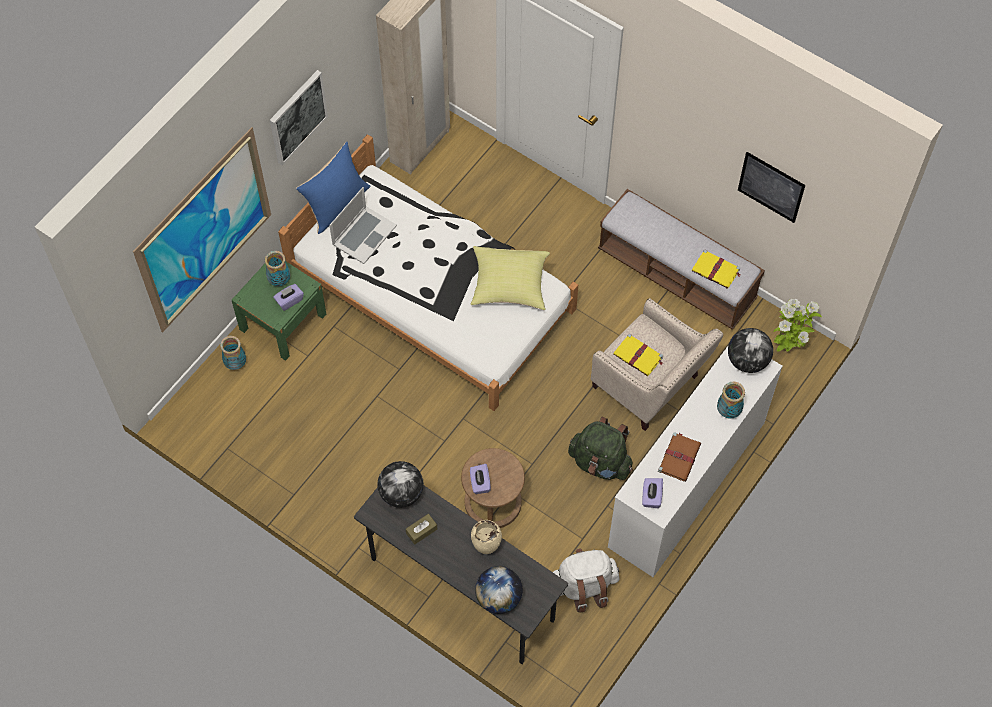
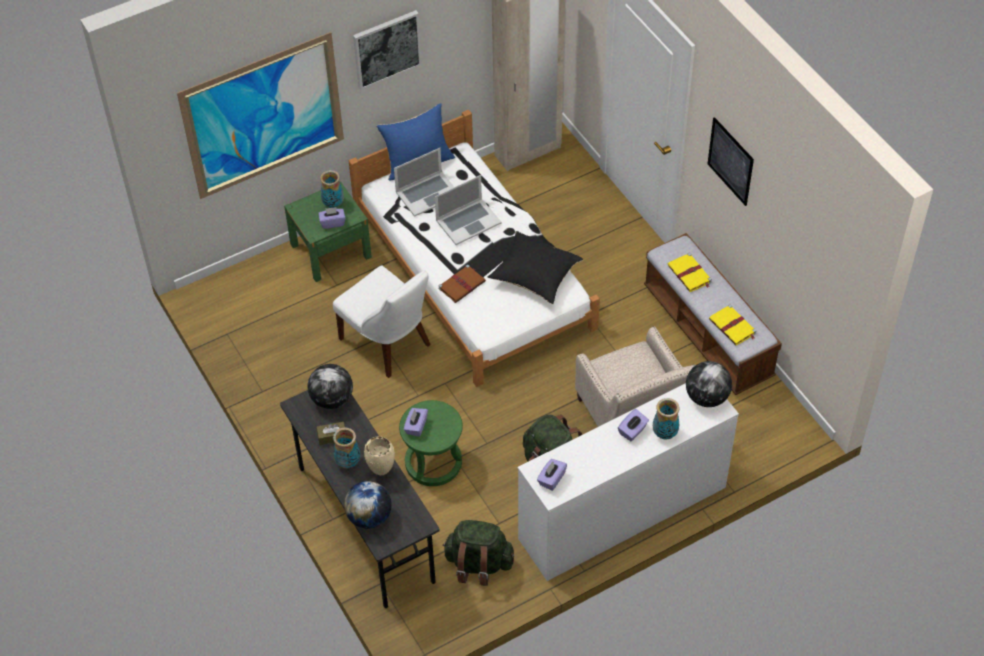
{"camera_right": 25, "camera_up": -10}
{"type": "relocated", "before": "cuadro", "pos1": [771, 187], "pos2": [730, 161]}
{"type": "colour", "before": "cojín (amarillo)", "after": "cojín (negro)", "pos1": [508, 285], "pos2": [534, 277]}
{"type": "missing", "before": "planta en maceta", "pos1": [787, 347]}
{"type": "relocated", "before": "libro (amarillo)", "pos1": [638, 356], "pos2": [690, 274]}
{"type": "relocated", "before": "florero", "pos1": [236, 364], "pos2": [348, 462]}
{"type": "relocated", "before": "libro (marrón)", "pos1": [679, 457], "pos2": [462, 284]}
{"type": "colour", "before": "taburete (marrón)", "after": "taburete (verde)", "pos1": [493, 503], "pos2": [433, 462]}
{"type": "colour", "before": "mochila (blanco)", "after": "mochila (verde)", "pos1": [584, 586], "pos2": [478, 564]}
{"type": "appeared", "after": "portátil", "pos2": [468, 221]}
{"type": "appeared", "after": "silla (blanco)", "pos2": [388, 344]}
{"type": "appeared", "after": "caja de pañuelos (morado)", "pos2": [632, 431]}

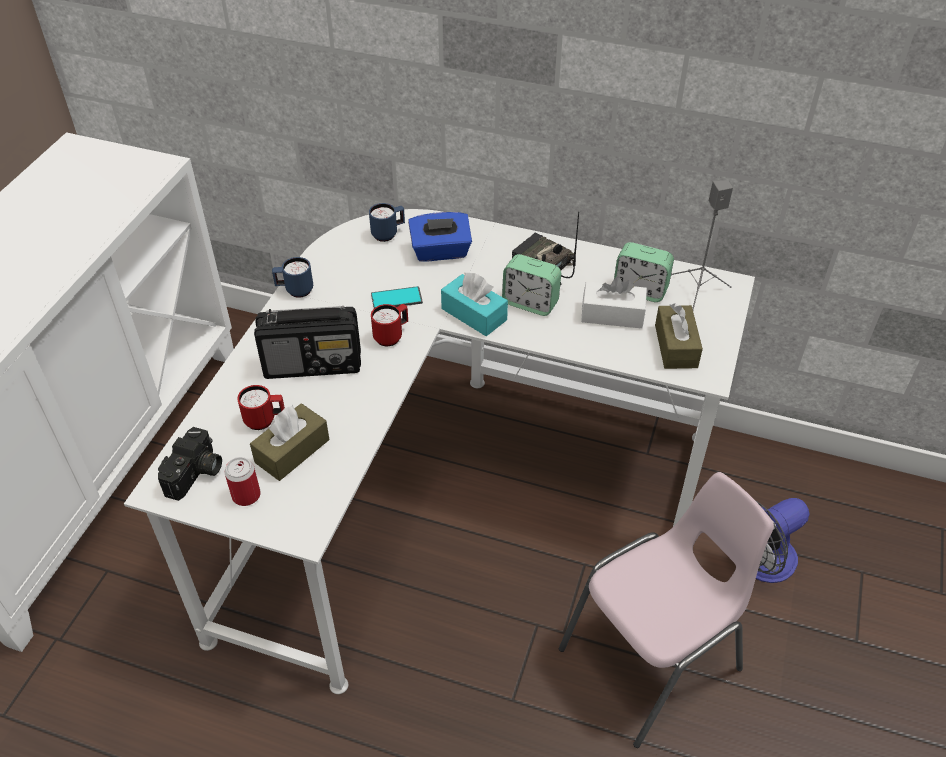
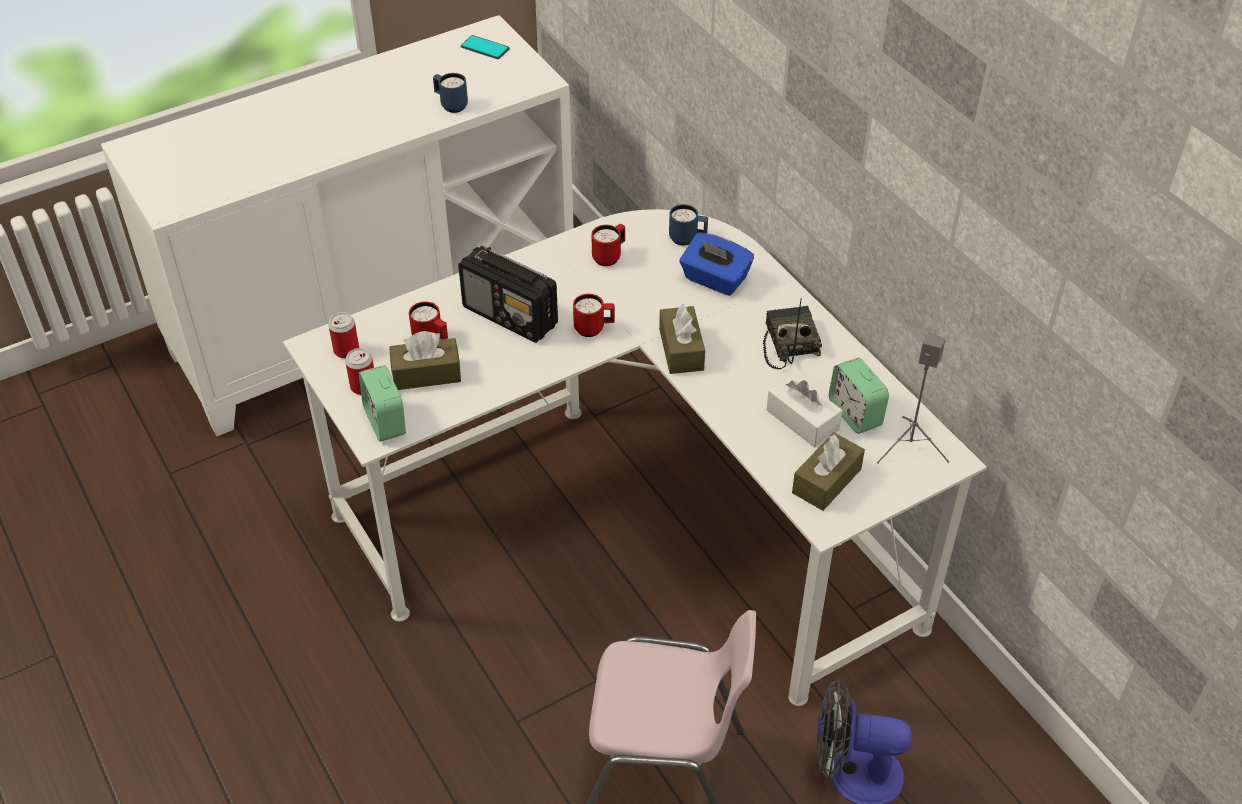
{"camera_right": 40, "camera_up": 0}
{"type": "relocated", "before": "despertador", "pos1": [530, 303], "pos2": [385, 422]}
{"type": "relocated", "before": "taza grande (azul)", "pos1": [295, 291], "pos2": [451, 105]}
{"type": "colour", "before": "caja de pañuelos (turquesa)", "after": "caja de pañuelos (marrón)", "pos1": [474, 314], "pos2": [681, 349]}
{"type": "relocated", "before": "móvil", "pos1": [396, 298], "pos2": [485, 48]}
{"type": "exchanged", "before": "cámara", "after": "lata", "pos1": [196, 474], "pos2": [346, 350]}
{"type": "appeared", "after": "taza grande (rojo)", "pos2": [609, 256]}

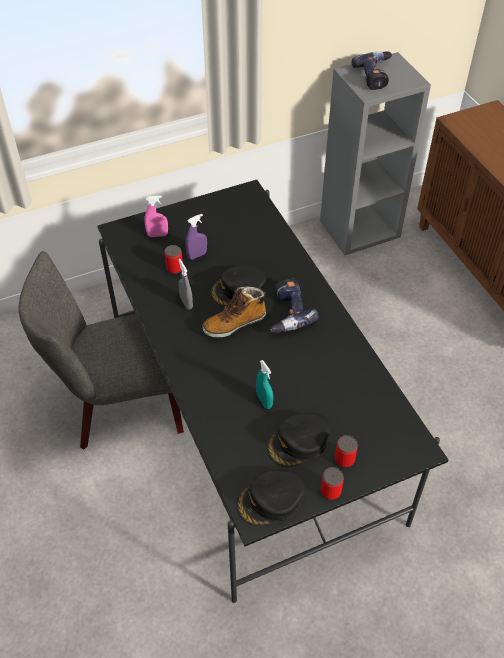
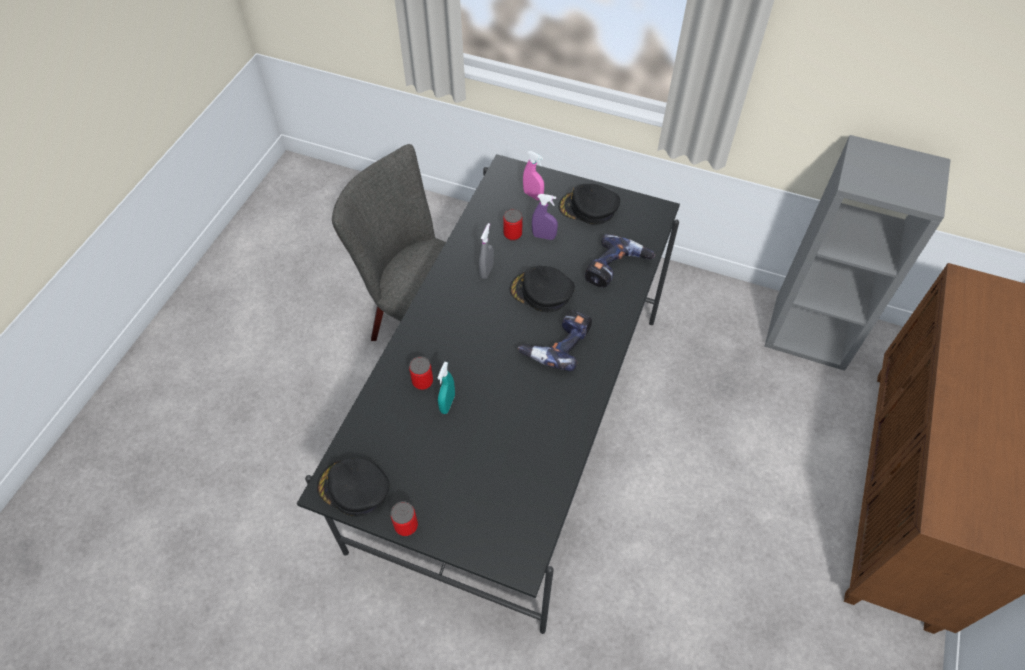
{"camera_right": 45, "camera_up": 5}
{"type": "relocated", "before": "taladro", "pos1": [376, 76], "pos2": [616, 269]}
{"type": "missing", "before": "bota", "pos1": [235, 323]}
{"type": "relocated", "before": "gorra (negro)", "pos1": [298, 443], "pos2": [588, 208]}
{"type": "relocated", "before": "lata", "pos1": [344, 459], "pos2": [422, 381]}

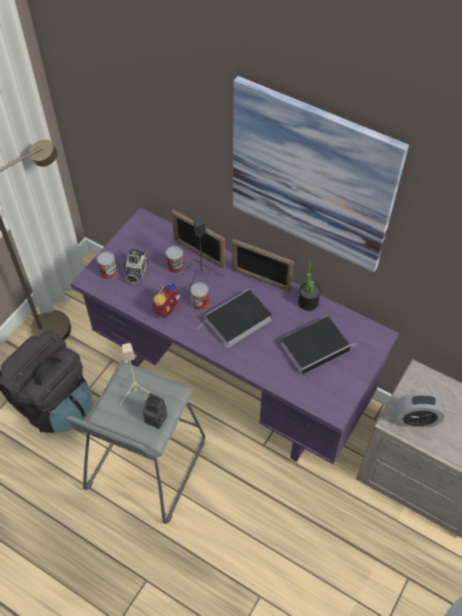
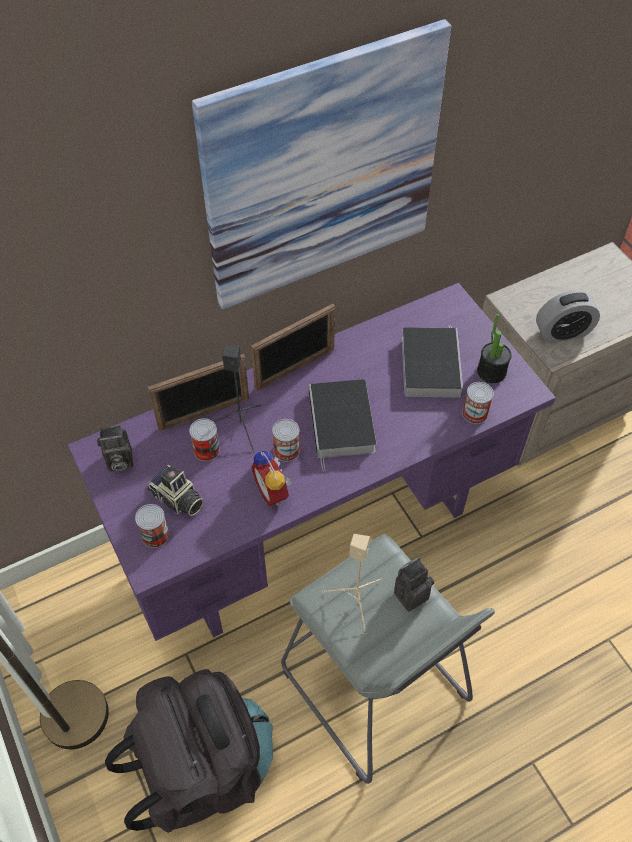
{"camera_right": -60, "camera_up": 0}
{"type": "relocated", "before": "planta en maceta", "pos1": [308, 302], "pos2": [491, 371]}
{"type": "spun", "before": "despertador", "pos1": [415, 419], "pos2": [562, 333], "turn": 45}
{"type": "appeared", "after": "lata", "pos2": [475, 413]}
{"type": "appeared", "after": "cámara", "pos2": [118, 462]}

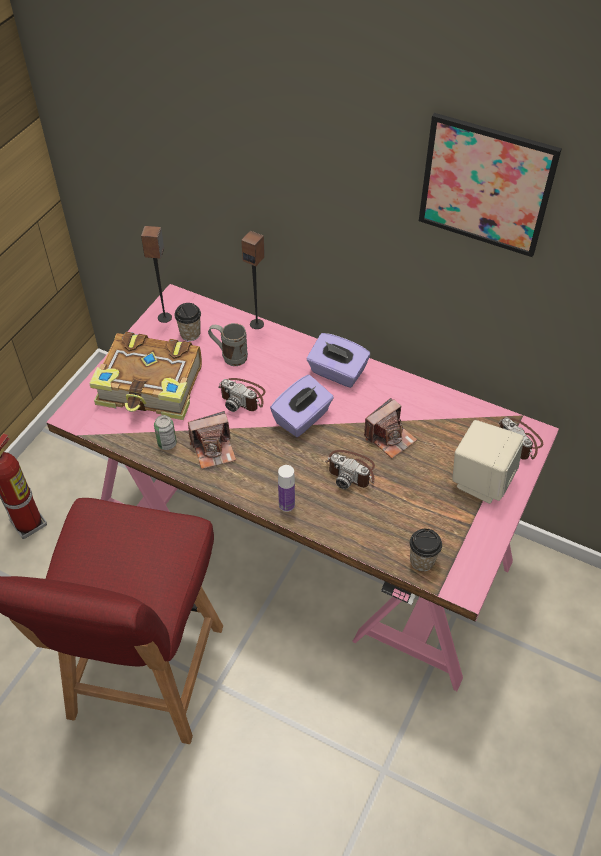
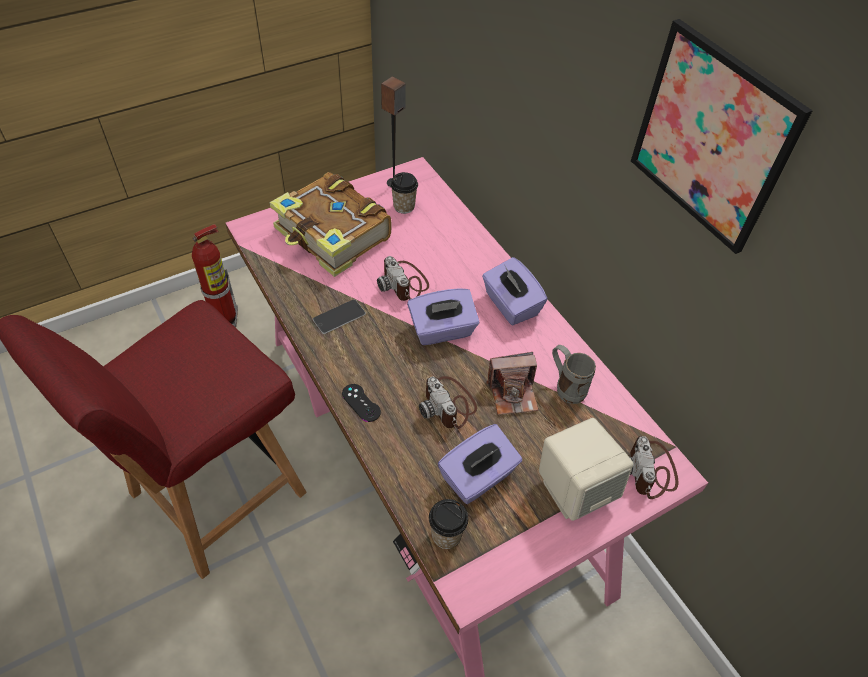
{"camera_right": 30, "camera_up": 0}
{"type": "missing", "before": "altavoz", "pos1": [257, 324]}
{"type": "relocated", "before": "taza grande (gris)", "pos1": [229, 356], "pos2": [565, 386]}
{"type": "exchanged", "before": "cámara", "after": "móvil", "pos1": [214, 449], "pos2": [339, 316]}
{"type": "missing", "before": "lata", "pos1": [167, 443]}
{"type": "exchanged", "before": "botella", "after": "mando de consola (negro)", "pos1": [286, 505], "pos2": [361, 403]}
{"type": "appeared", "after": "caja de pañuelos (morado)", "pos2": [478, 477]}

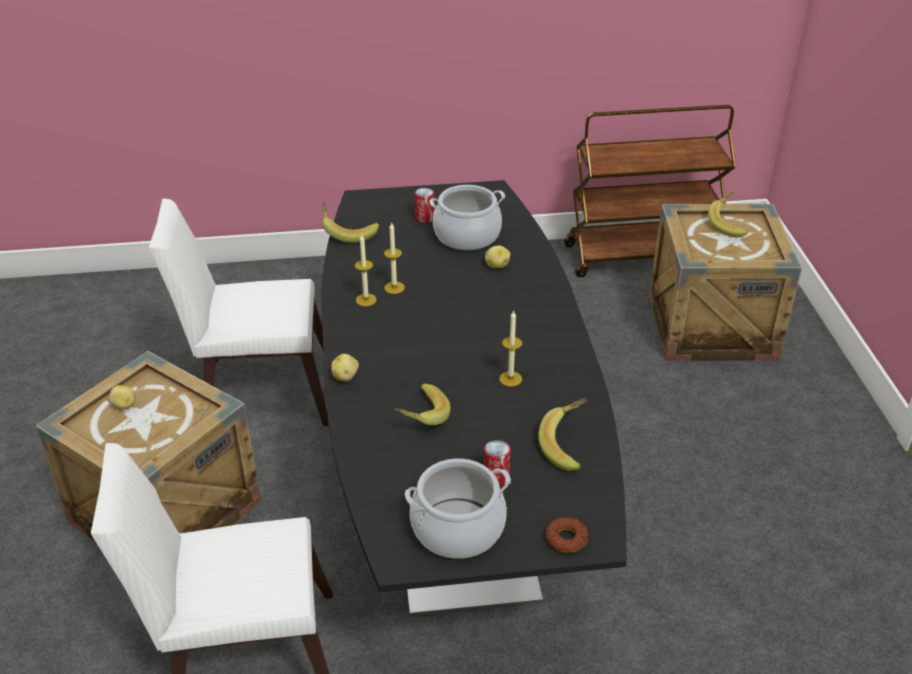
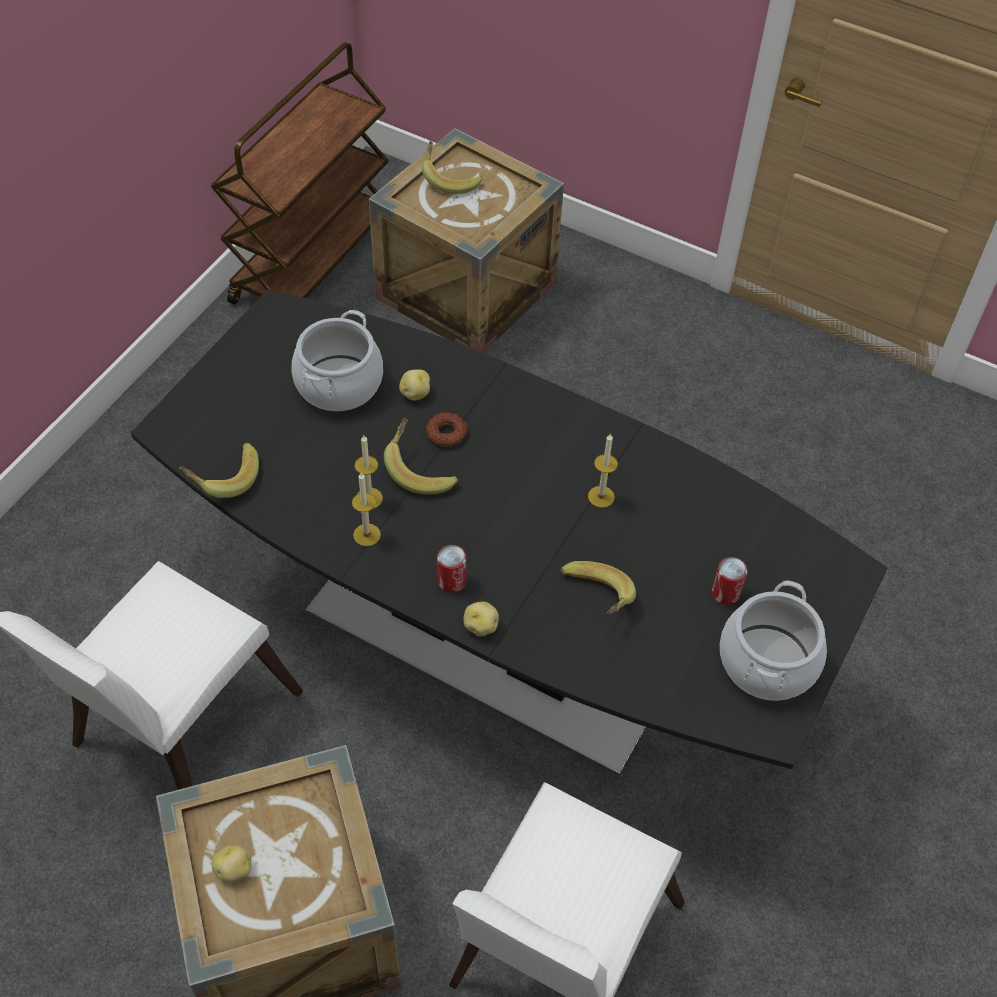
{"camera_right": -55, "camera_up": 15}
{"type": "relocated", "before": "lata", "pos1": [425, 218], "pos2": [451, 581]}
{"type": "relocated", "before": "plátano", "pos1": [569, 446], "pos2": [421, 469]}
{"type": "relocated", "before": "rosquilla", "pos1": [566, 538], "pos2": [446, 433]}

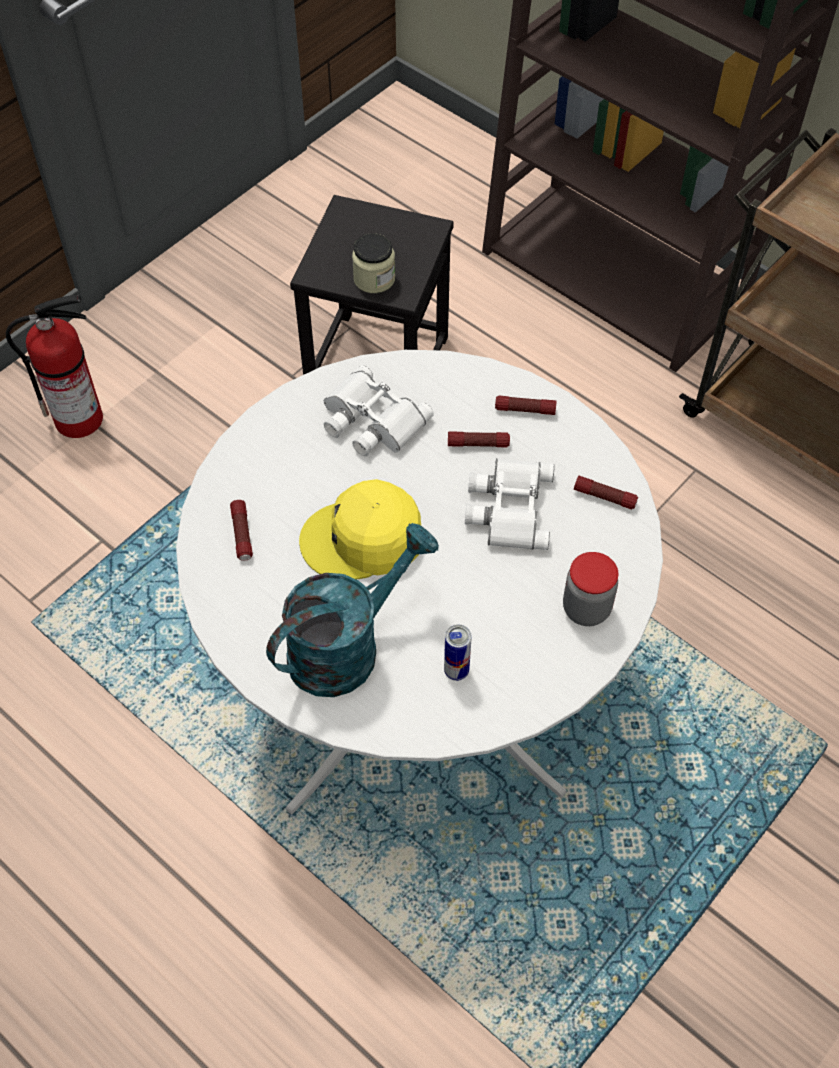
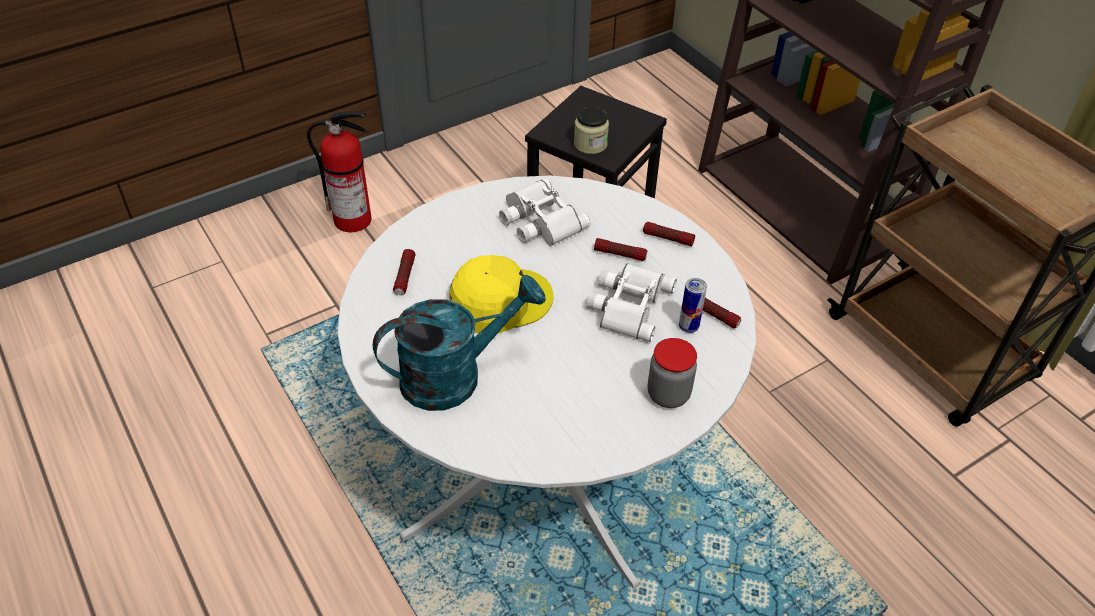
{"camera_right": 15, "camera_up": -10}
{"type": "spun", "before": "gorra (amarillo)", "pos1": [363, 539], "pos2": [500, 301], "turn": 150}
{"type": "relocated", "before": "lata", "pos1": [456, 671], "pos2": [688, 327]}

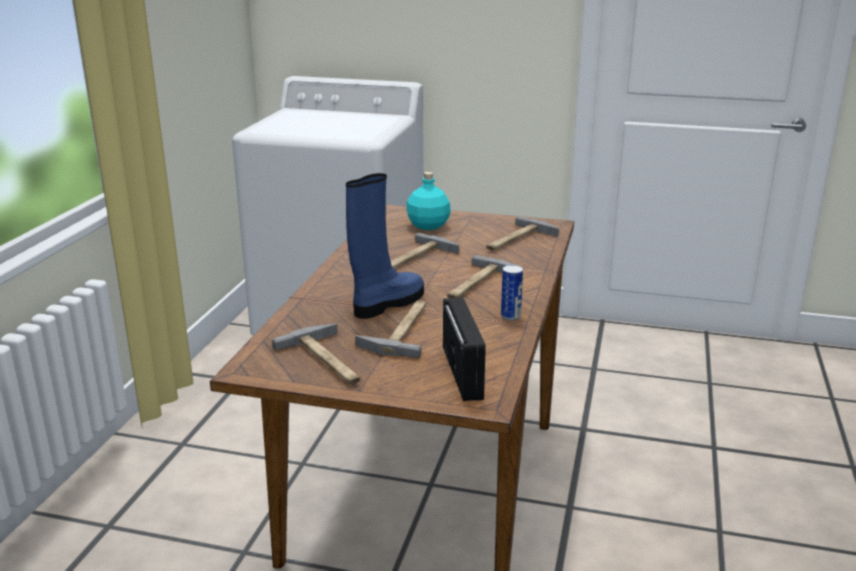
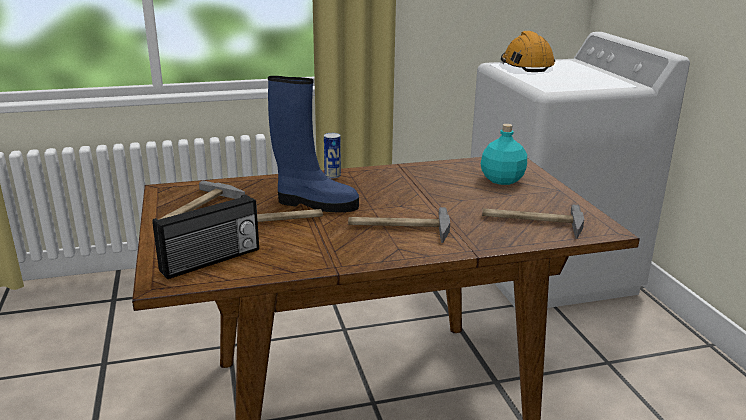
{"camera_right": 60, "camera_up": 0}
{"type": "missing", "before": "martillo", "pos1": [415, 258]}
{"type": "relocated", "before": "lata", "pos1": [510, 316], "pos2": [332, 175]}
{"type": "appeared", "after": "casco (naranja)", "pos2": [526, 65]}

